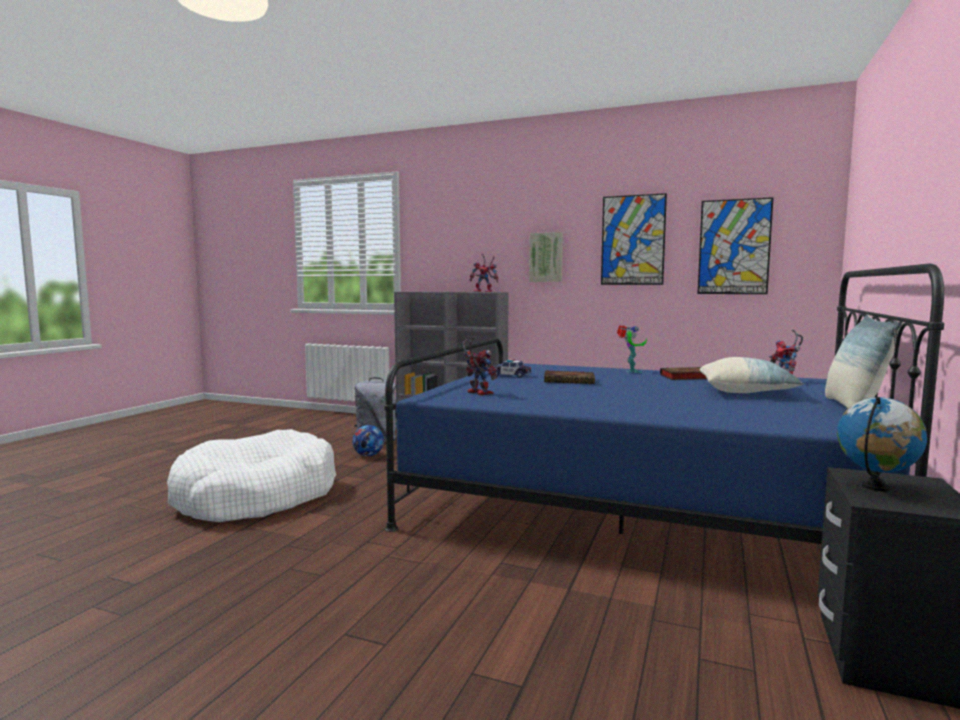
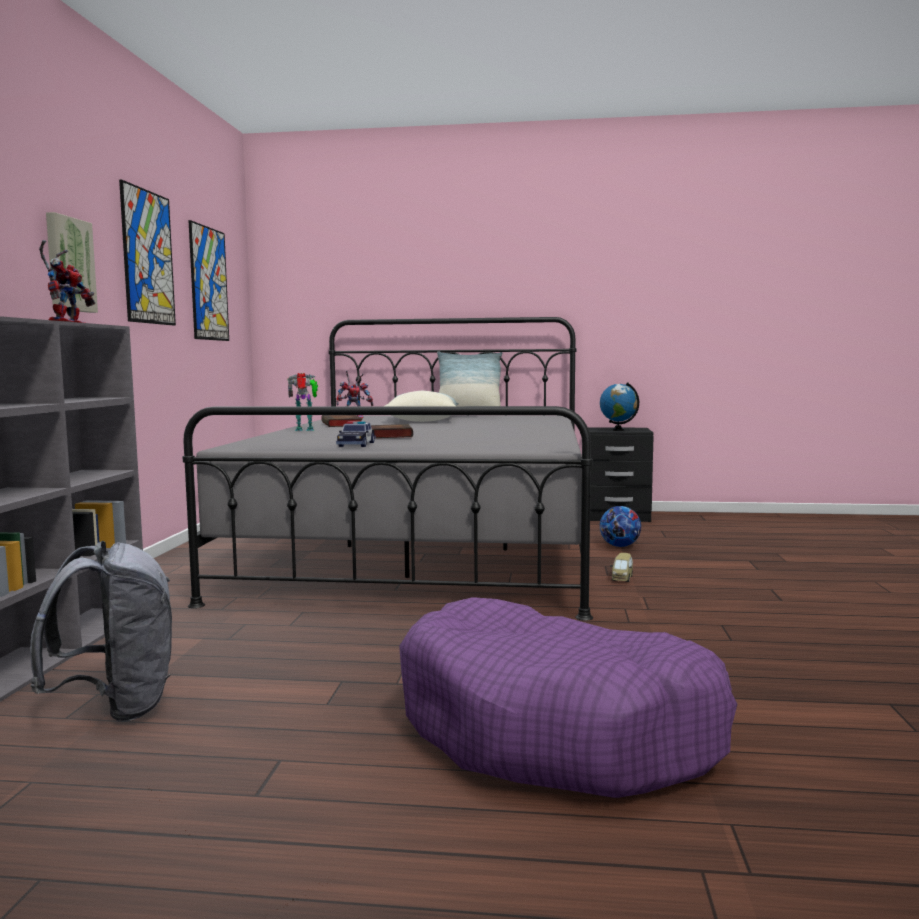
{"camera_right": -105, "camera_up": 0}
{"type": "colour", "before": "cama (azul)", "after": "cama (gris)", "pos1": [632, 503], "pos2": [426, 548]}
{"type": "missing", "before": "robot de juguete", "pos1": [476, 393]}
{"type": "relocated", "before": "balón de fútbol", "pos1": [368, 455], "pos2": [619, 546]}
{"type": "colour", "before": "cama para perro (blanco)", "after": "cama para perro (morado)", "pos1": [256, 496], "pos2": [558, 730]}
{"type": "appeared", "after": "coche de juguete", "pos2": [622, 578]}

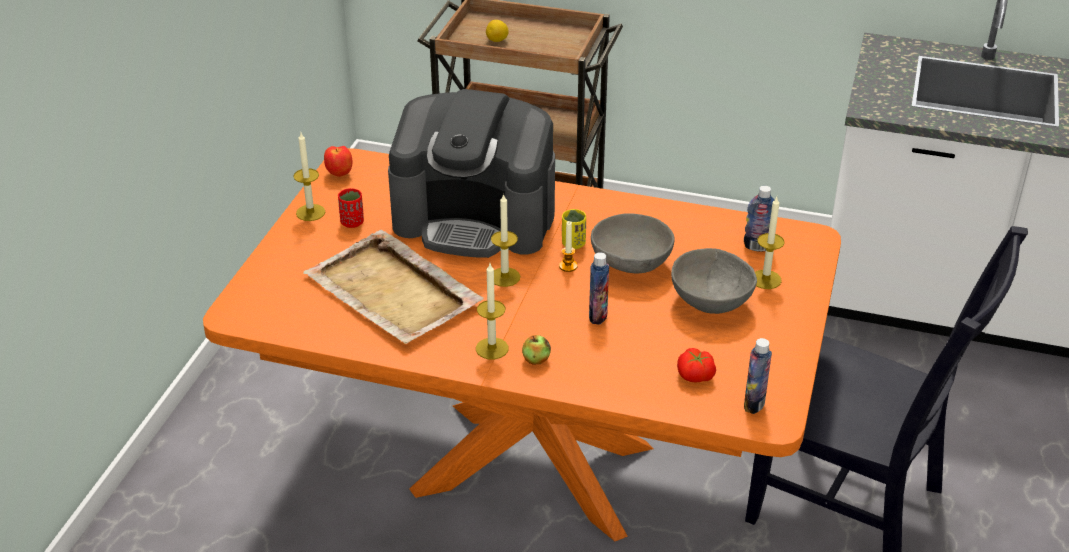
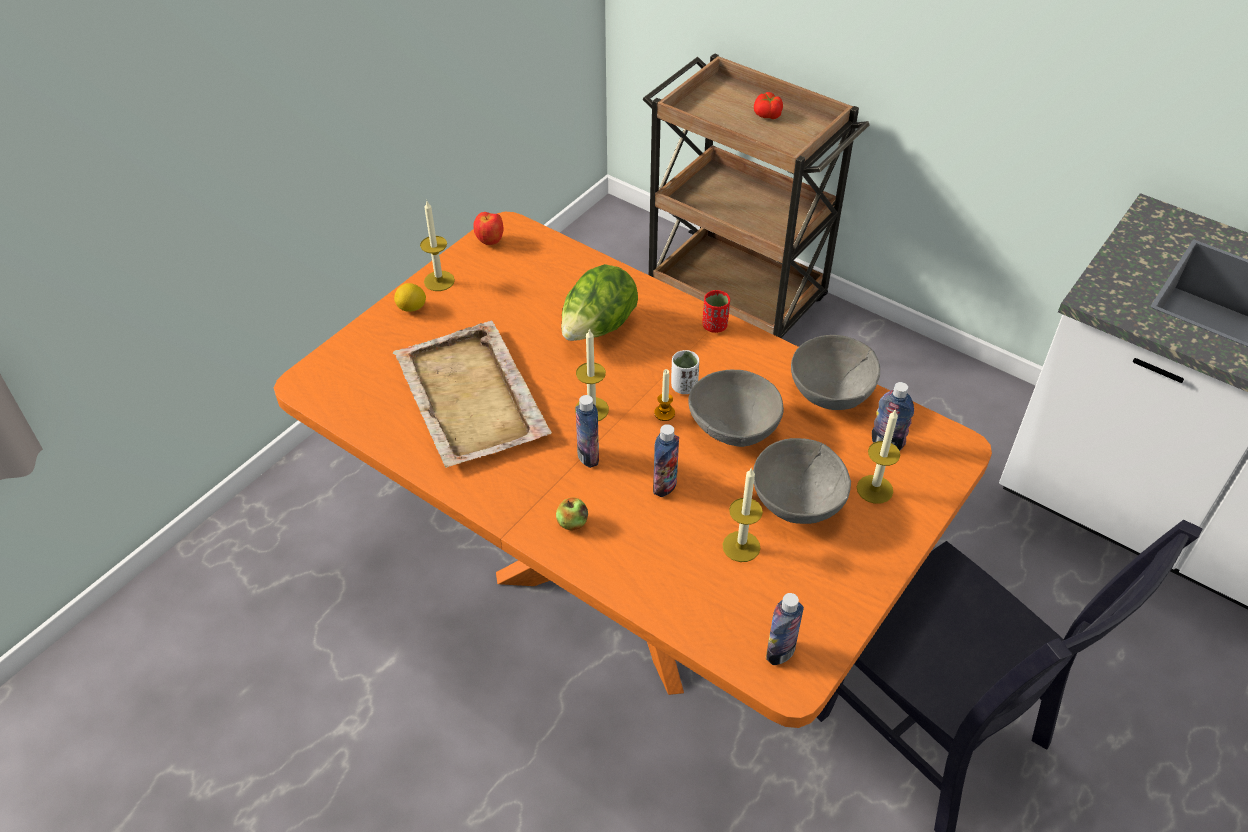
{"camera_right": 20, "camera_up": 10}
{"type": "relocated", "before": "limón", "pos1": [497, 41], "pos2": [412, 308]}
{"type": "exchanged", "before": "cafetera", "after": "lechuga", "pos1": [476, 219], "pos2": [598, 329]}
{"type": "relocated", "before": "taza (rojo)", "pos1": [352, 222], "pos2": [715, 326]}
{"type": "colour", "before": "taza (amarillo)", "after": "taza (blanco)", "pos1": [573, 244], "pos2": [684, 386]}
{"type": "relocated", "before": "vela", "pos1": [492, 348], "pos2": [741, 546]}
{"type": "relocated", "before": "tomate", "pos1": [695, 376], "pos2": [767, 115]}
{"type": "appeared", "after": "cuenco (gris)", "pos2": [831, 392]}
{"type": "appeared", "after": "botella", "pos2": [588, 456]}

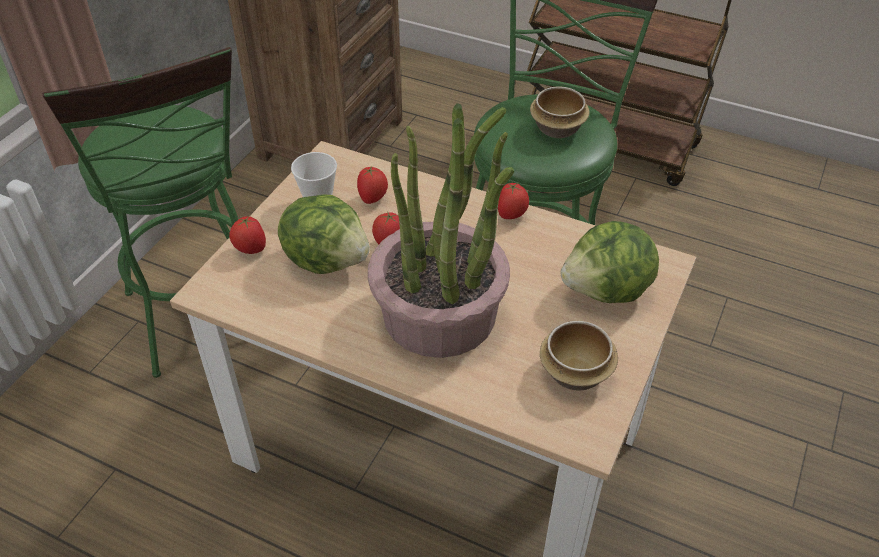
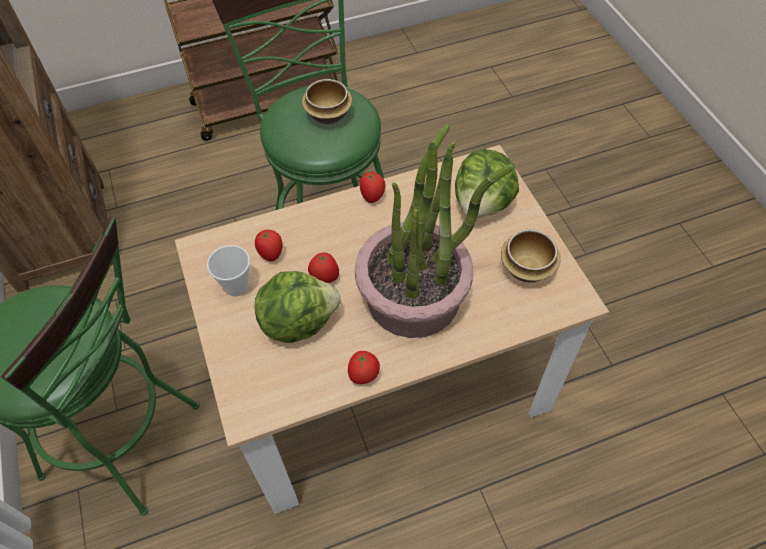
{"camera_right": -45, "camera_up": 10}
{"type": "relocated", "before": "tomate", "pos1": [250, 250], "pos2": [364, 376]}

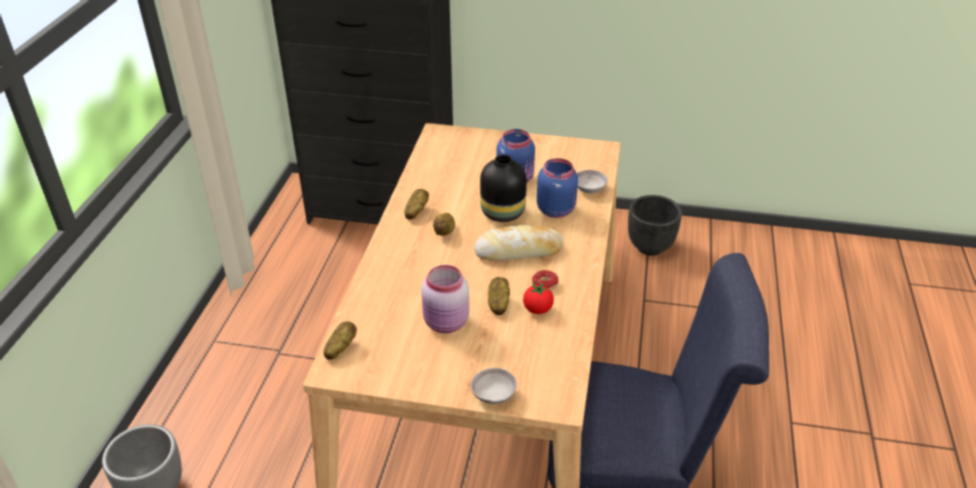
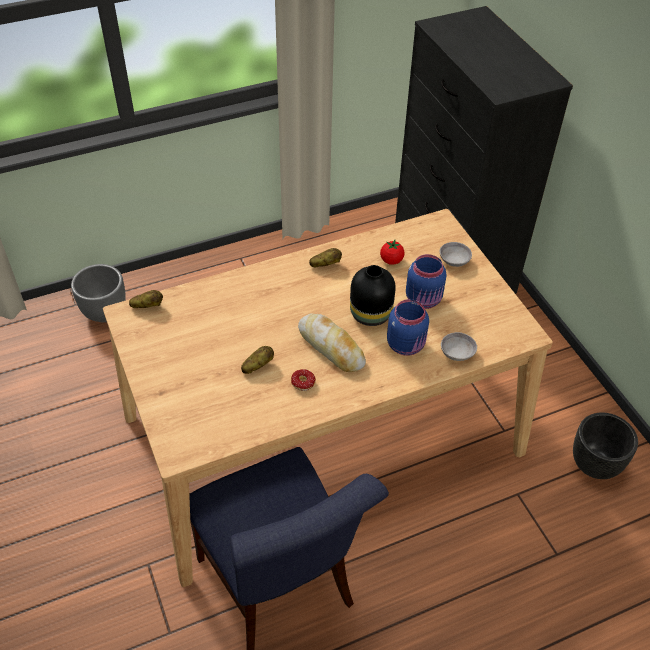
{"camera_right": 55, "camera_up": 10}
{"type": "missing", "before": "patata", "pos1": [445, 231]}
{"type": "missing", "before": "tarro (rosa)", "pos1": [446, 323]}
{"type": "relocated", "before": "tomate", "pos1": [537, 309], "pos2": [391, 260]}
{"type": "relocated", "before": "cuenco (gris)", "pos1": [493, 395], "pos2": [454, 261]}

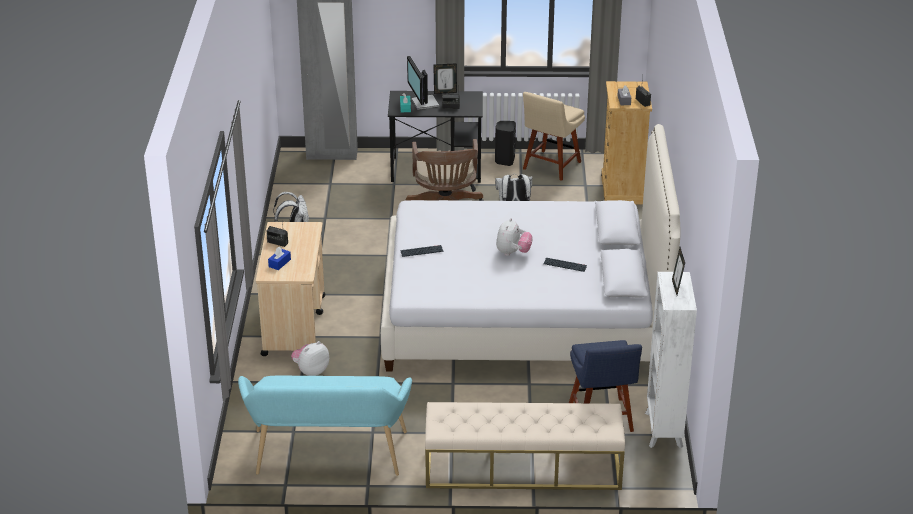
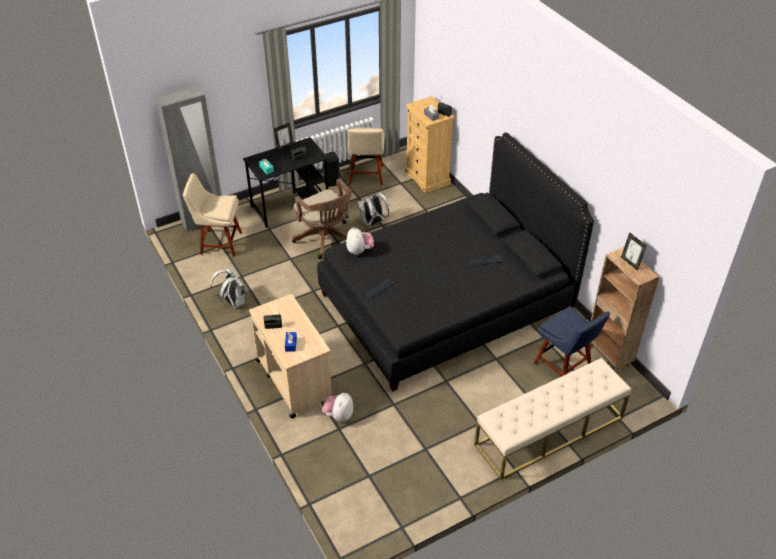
{"camera_right": -30, "camera_up": 10}
{"type": "missing", "before": "monitor", "pos1": [423, 103]}
{"type": "colour", "before": "cama (blanco)", "after": "cama (negro)", "pos1": [524, 314], "pos2": [446, 302]}
{"type": "relocated", "before": "peluche", "pos1": [513, 253], "pos2": [359, 251]}
{"type": "colour", "before": "estantería (blanco)", "after": "estantería (marrón)", "pos1": [663, 430], "pos2": [608, 358]}
{"type": "missing", "before": "banco (turquesa)", "pos1": [328, 457]}
{"type": "appeared", "after": "silla (beis)", "pos2": [218, 243]}

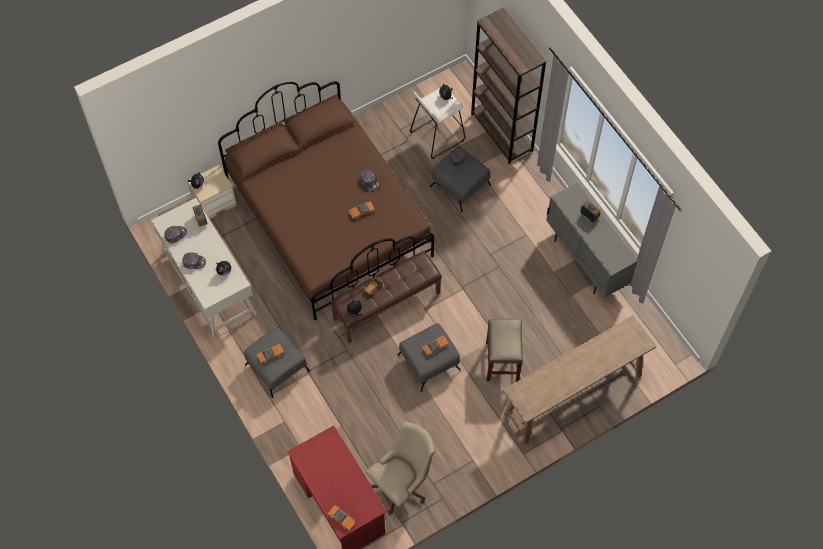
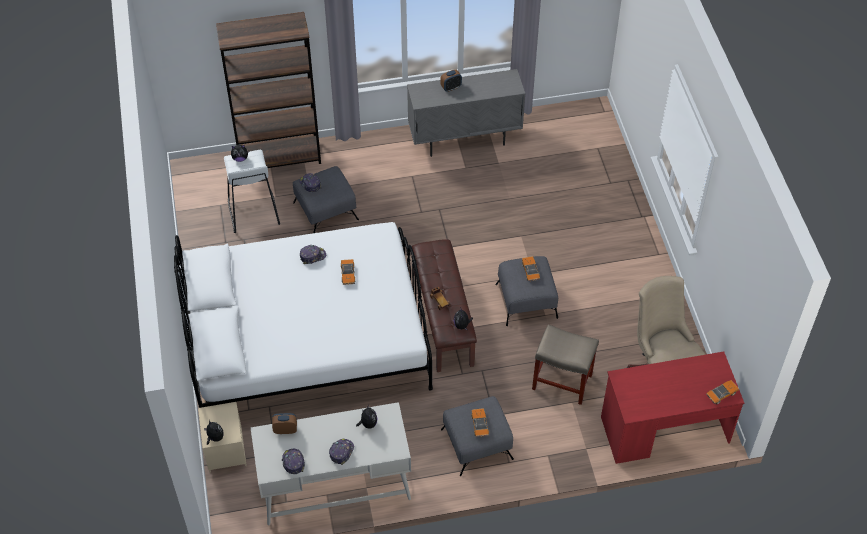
{"camera_right": -70, "camera_up": -10}
{"type": "colour", "before": "cama (marrón)", "after": "cama (blanco)", "pos1": [329, 219], "pos2": [307, 340]}
{"type": "missing", "before": "mesa consola (marrón)", "pos1": [572, 395]}
{"type": "relocated", "before": "taburete (beis)", "pos1": [502, 362], "pos2": [563, 382]}

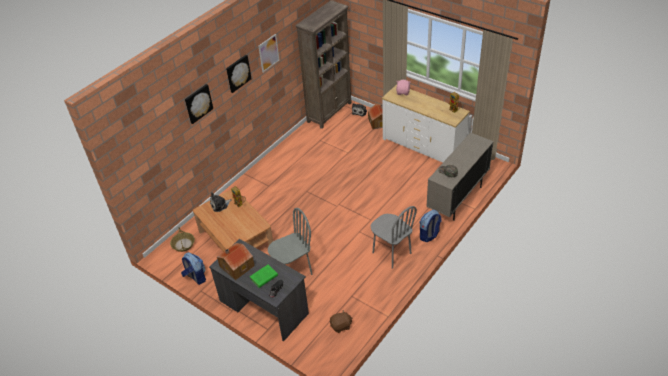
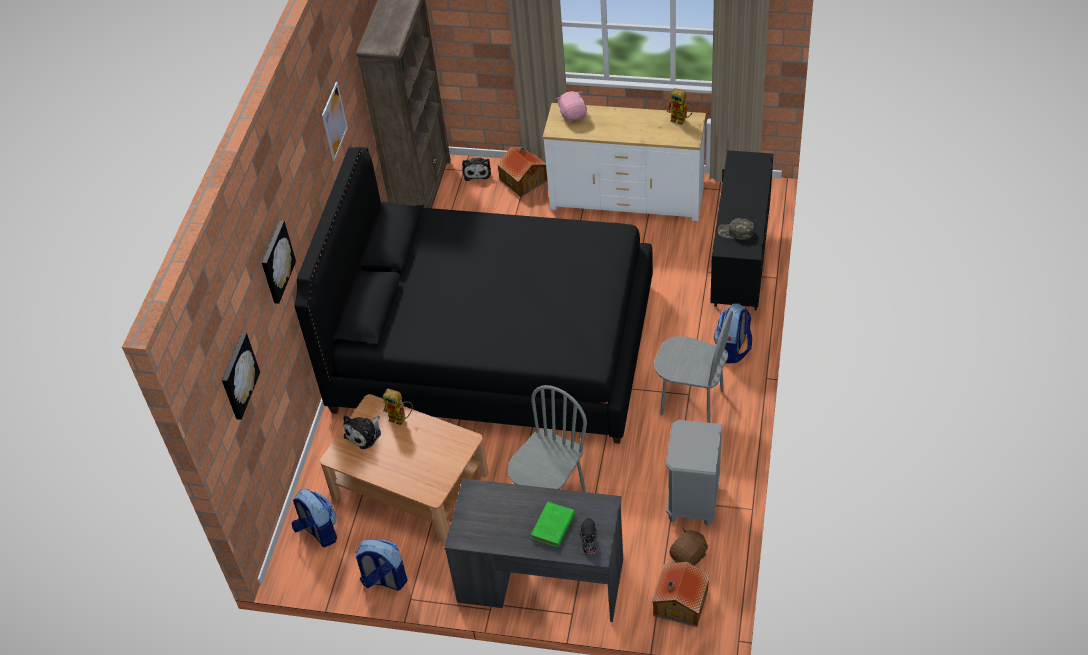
{"camera_right": -25, "camera_up": 5}
{"type": "relocated", "before": "cuadro", "pos1": [238, 73], "pos2": [238, 375]}
{"type": "colour", "before": "armario (beis)", "after": "armario (negro)", "pos1": [457, 199], "pos2": [740, 272]}
{"type": "exchanged", "before": "cesta", "after": "mochila", "pos1": [183, 244], "pos2": [318, 532]}
{"type": "relocated", "before": "casita", "pos1": [236, 266], "pos2": [679, 602]}
{"type": "appeared", "after": "cama (negro)", "pos2": [494, 347]}
{"type": "appeared", "after": "mesita de noche (gris)", "pos2": [693, 501]}

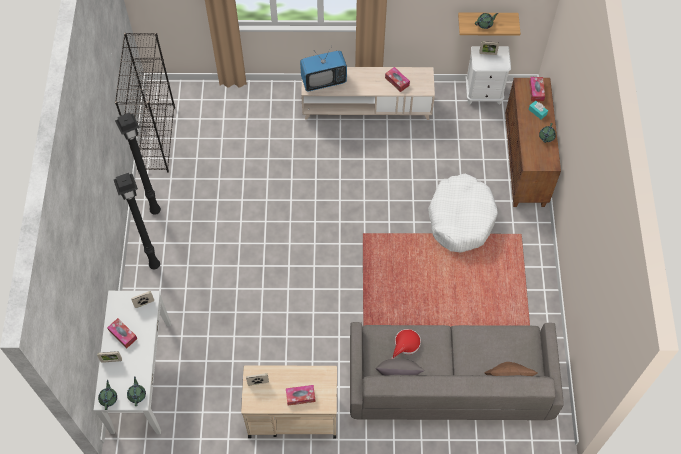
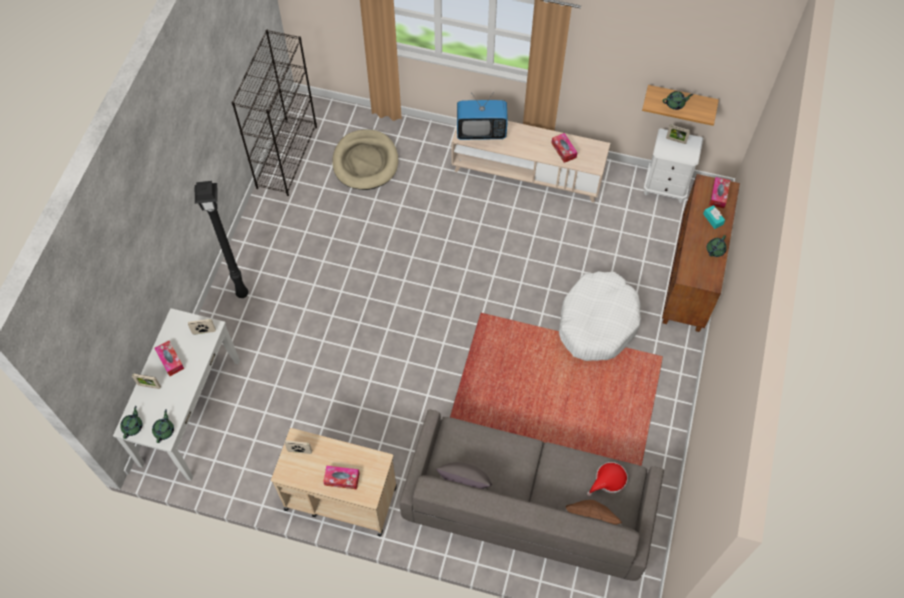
{"camera_right": 15, "camera_up": 0}
{"type": "missing", "before": "lámpara de pie (negro)", "pos1": [154, 210]}
{"type": "relocated", "before": "sombrero (rojo)", "pos1": [406, 344], "pos2": [608, 480]}
{"type": "appeared", "after": "cama para perro (beis)", "pos2": [365, 162]}

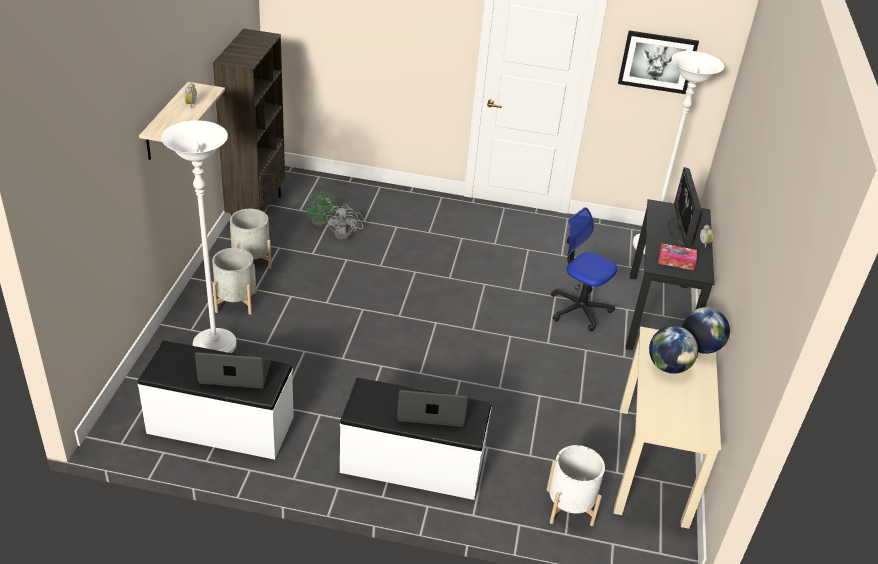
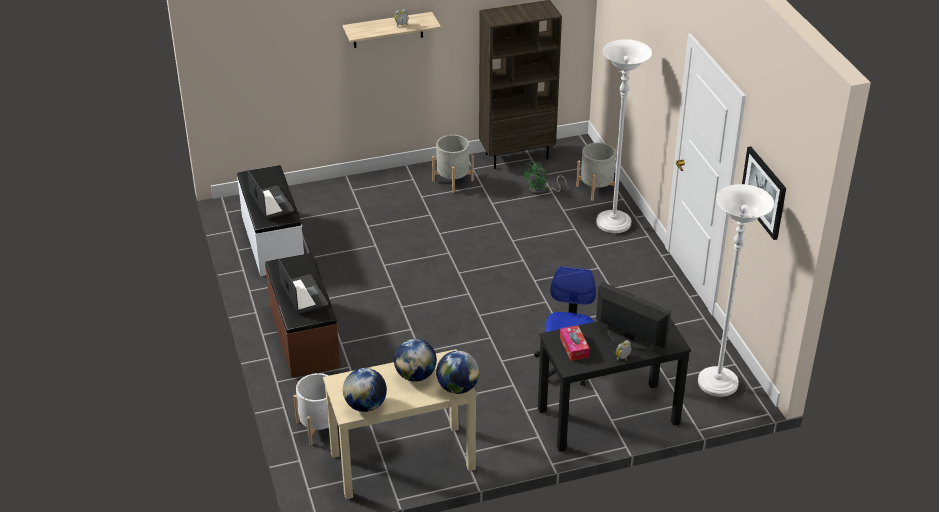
{"camera_right": 65, "camera_up": 0}
{"type": "relocated", "before": "lámpara de pie (blanco)", "pos1": [215, 346], "pos2": [613, 224]}
{"type": "spun", "before": "monitor", "pos1": [681, 230], "pos2": [630, 339], "turn": 60}
{"type": "missing", "before": "ventilador (gris)", "pos1": [346, 233]}
{"type": "relocated", "before": "maceta (gris)", "pos1": [236, 302], "pos2": [596, 189]}
{"type": "colour", "before": "banco (blanco)", "after": "banco (marrón)", "pos1": [412, 464], "pos2": [303, 337]}
{"type": "appeared", "after": "globo terráqueo", "pos2": [365, 405]}

